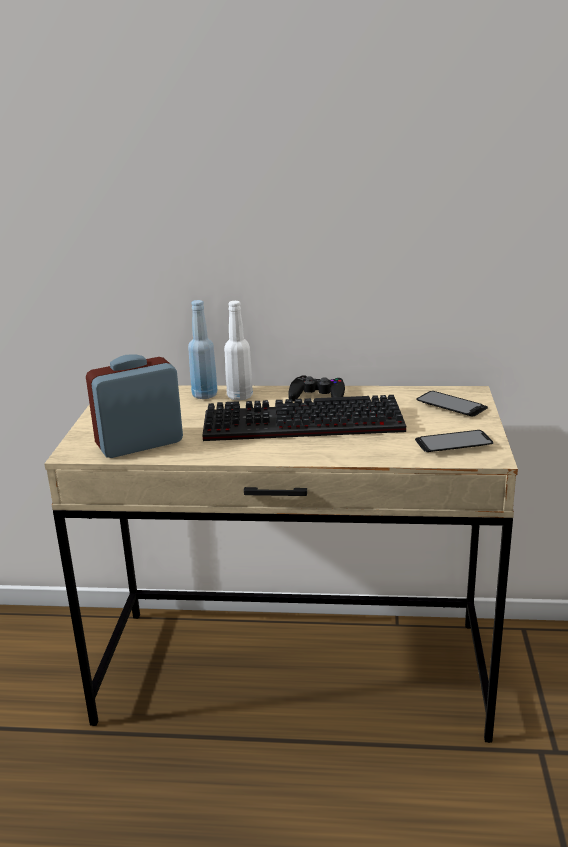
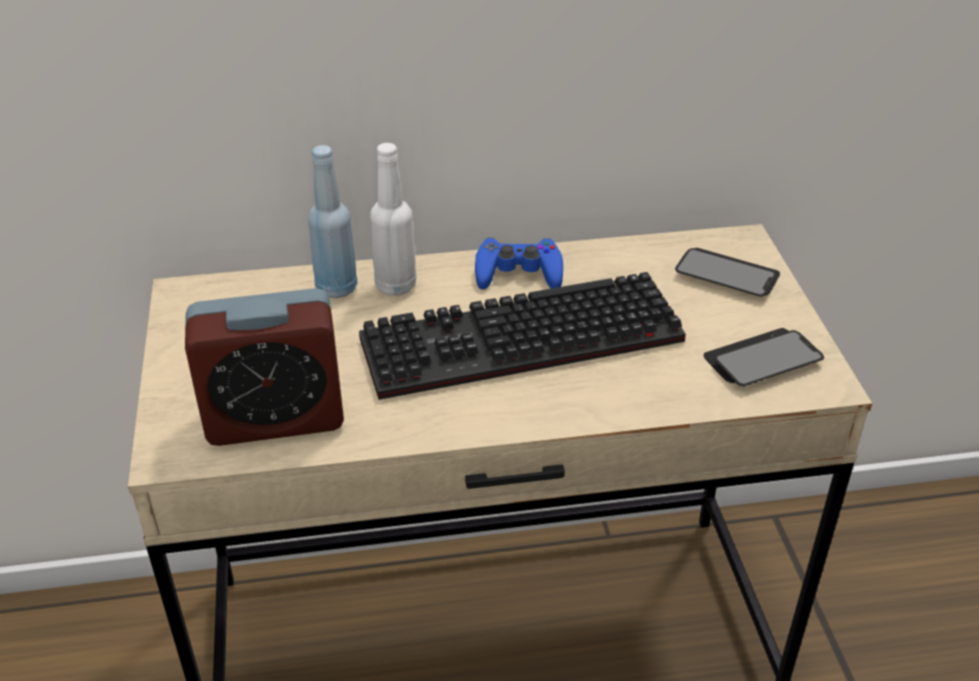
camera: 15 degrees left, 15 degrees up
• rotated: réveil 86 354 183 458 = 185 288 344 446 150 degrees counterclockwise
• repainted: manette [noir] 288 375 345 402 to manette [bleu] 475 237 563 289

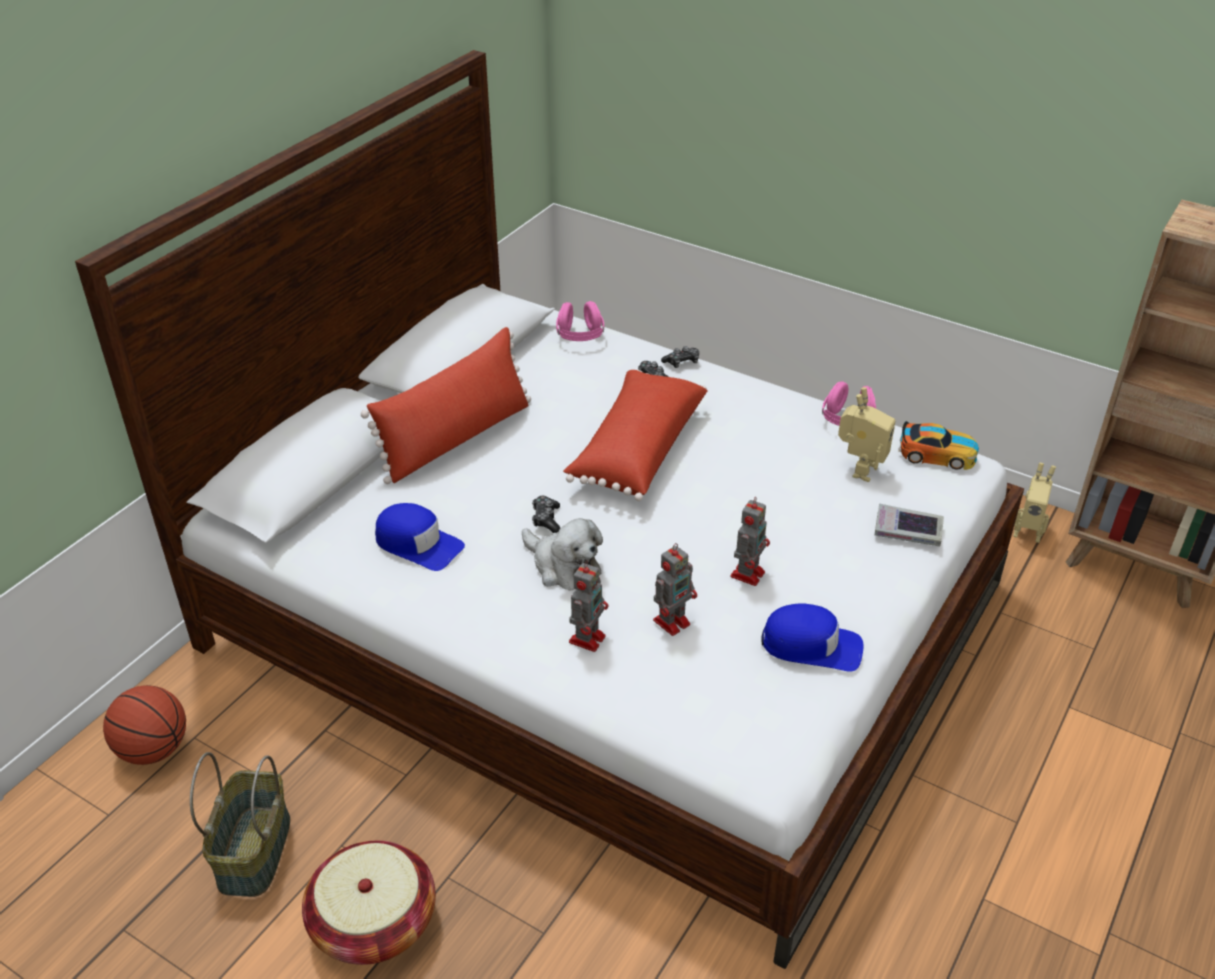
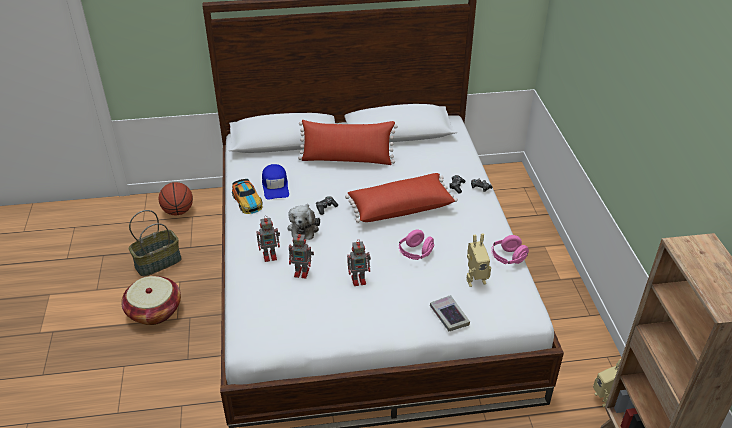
camera: 50 degrees right, 0 degrees up
• shifted: casque audio [rose] 556 301 604 341 to 399 230 434 260
• gone: casquette [bleu] 761 604 863 671
• shifted: petite voiture 898 421 979 470 to 232 179 263 214

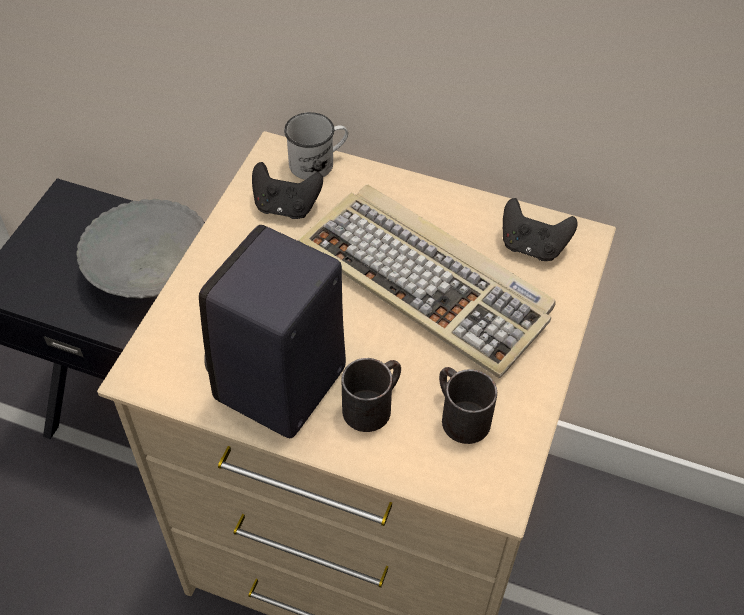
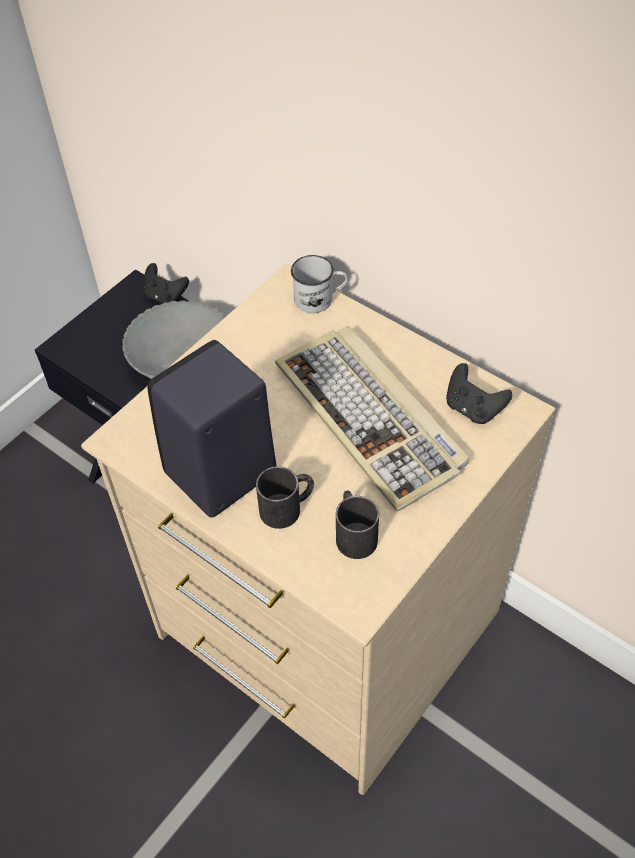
camera: 20 degrees right, 0 degrees up
• shifted: manette [noir] 252 162 323 219 to 143 263 189 304

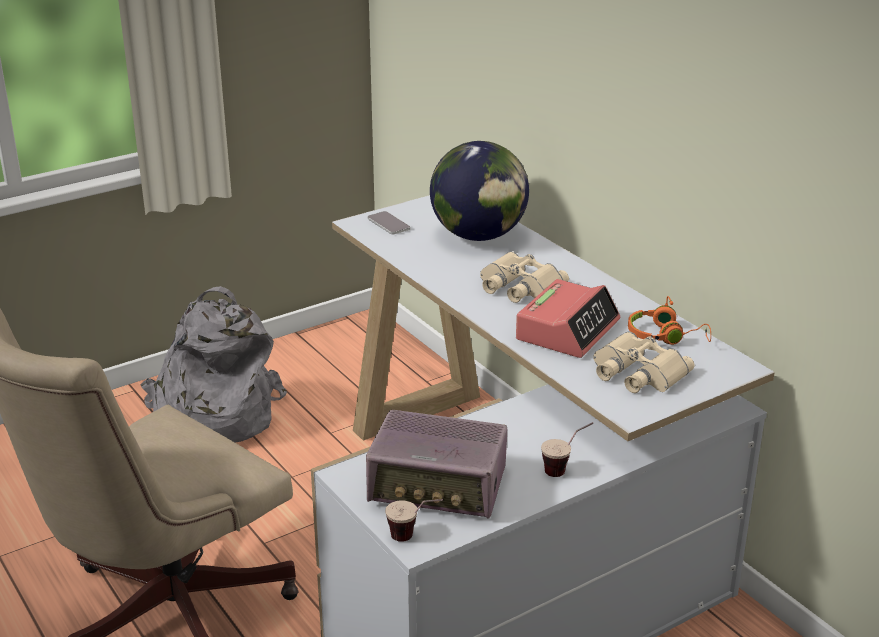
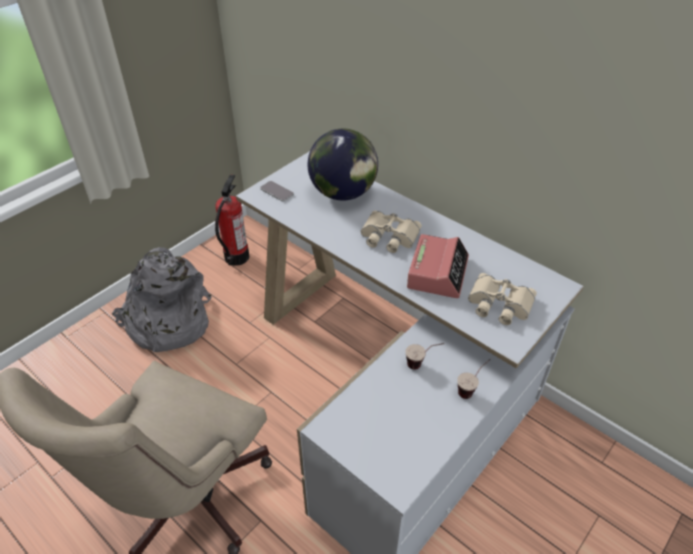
camera: 15 degrees left, 15 degrees up
• gone: radio 366 410 507 519
• shifted: tasse 385 499 443 542 to 405 343 444 370
• gone: casque audio [orange] 628 296 711 345
• new: extincteur 215 174 250 266

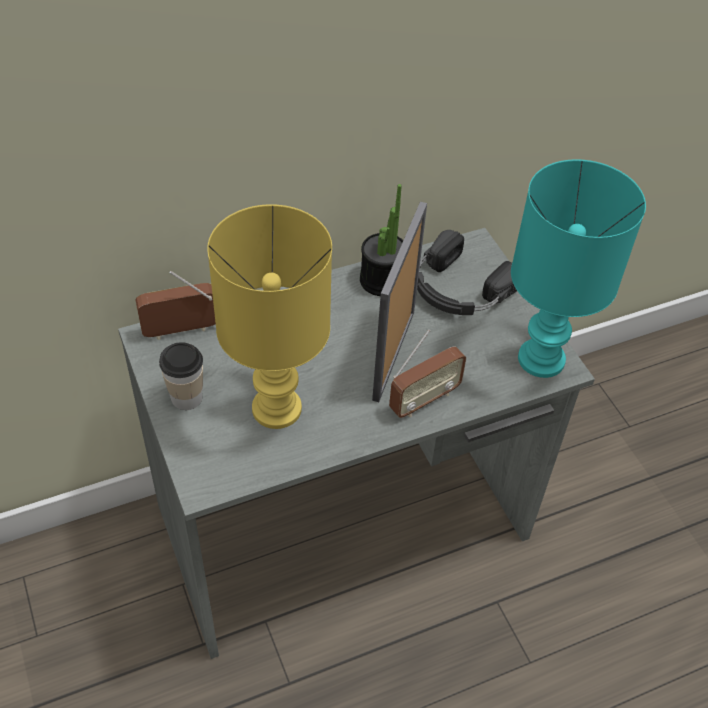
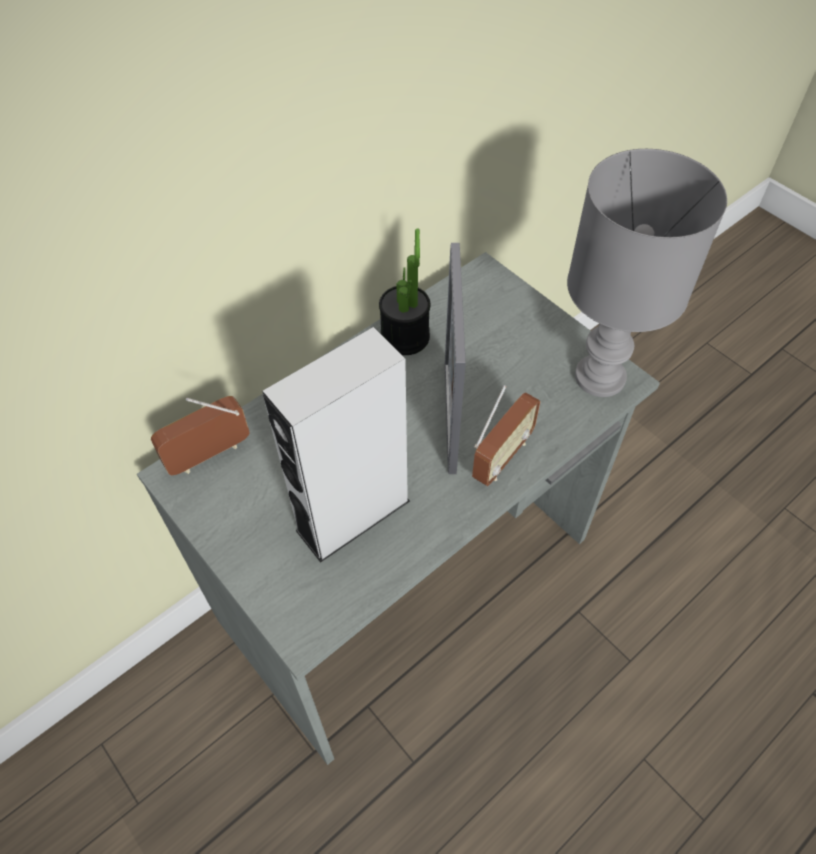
camera: 15 degrees left, 5 degrees up
• gone: tasse 159 342 203 410
• swapped: lampe de table [jaune] 207 204 332 429 to enceinte [gris] 262 327 410 563
• gone: casque audio [noir] 417 230 517 315
• repainted: lampe de table [turquoise] 511 159 646 378 to lampe de table [gris] 567 149 727 397

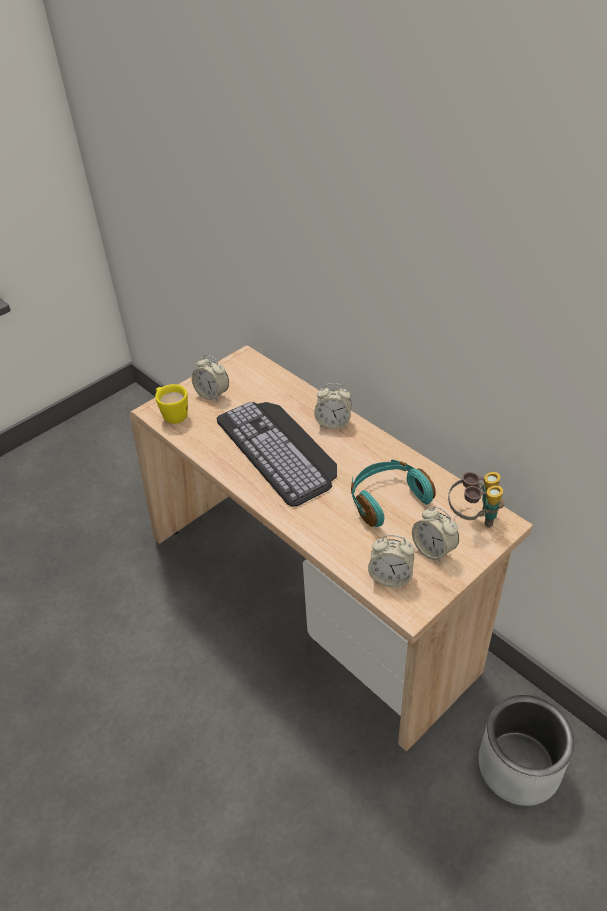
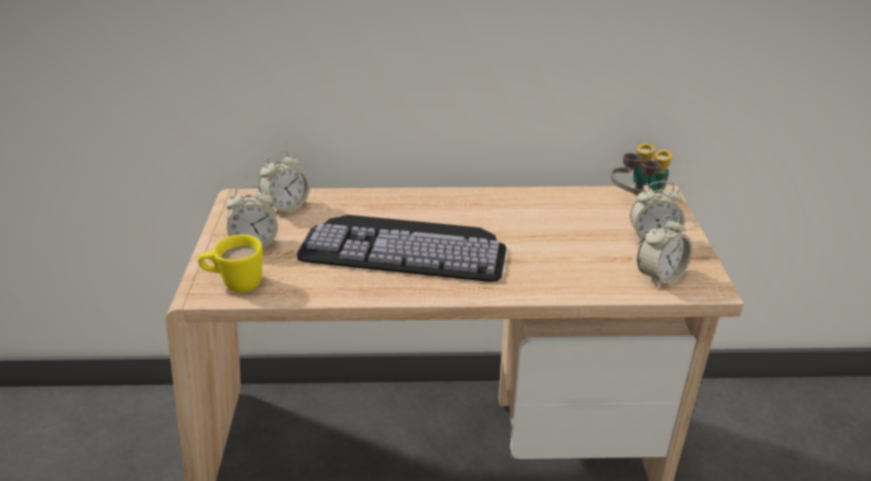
camera: 50 degrees left, 10 degrees down
• shifted: réveil 314 383 352 430 to 258 151 310 216
• gone: casque audio [turquoise] 351 459 436 527
• gone: cache-pot [gris] 479 695 574 806

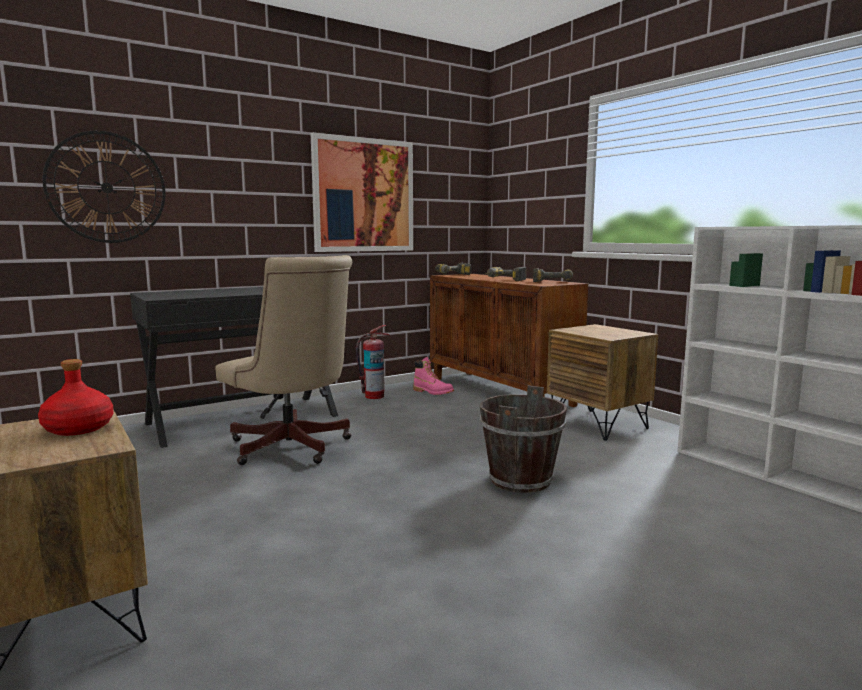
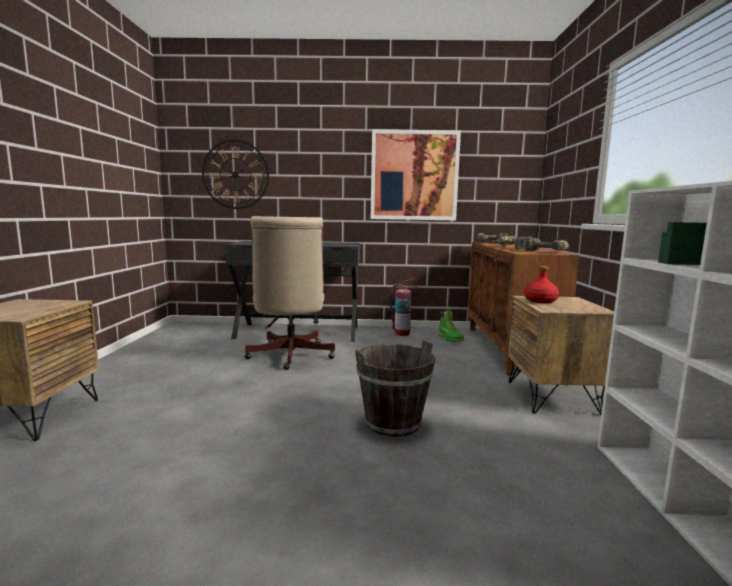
camera: 35 degrees right, 0 degrees up
• shifted: bouteille [rouge] 38 359 113 436 to 524 266 559 303
• repainted: botte [rose] 413 357 454 395 to botte [vert] 438 309 464 342

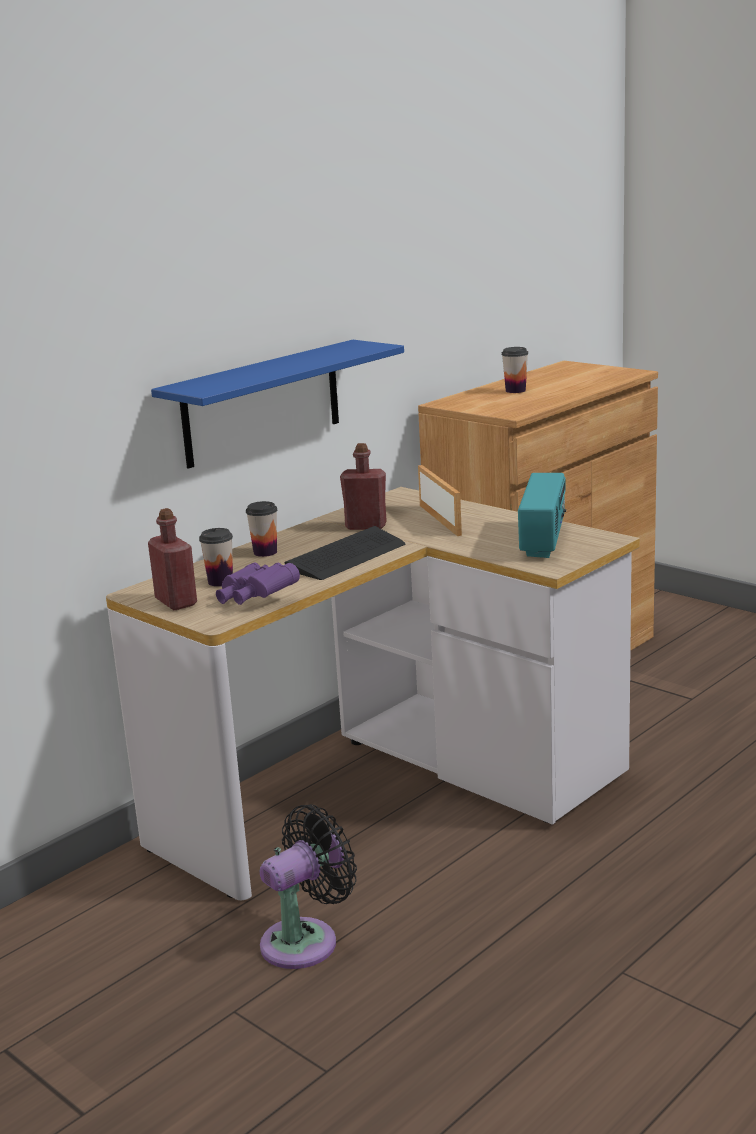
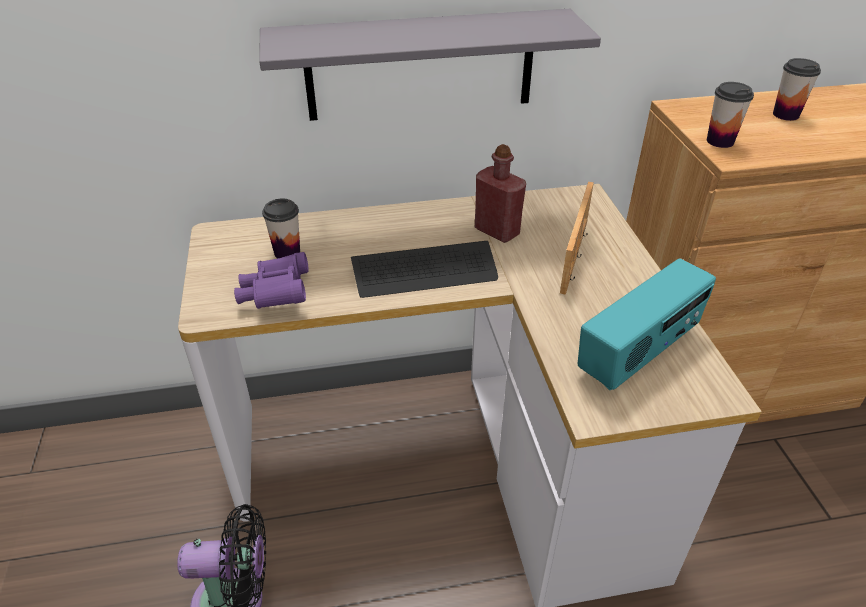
camera: 35 degrees right, 20 degrees up
• gone: bouteille [rouge] 148 508 197 610
• repainted: étagère [bleu] 151 340 404 469 to étagère [gris] 259 9 601 121
• shifted: tasse 246 501 277 557 to 707 82 754 148

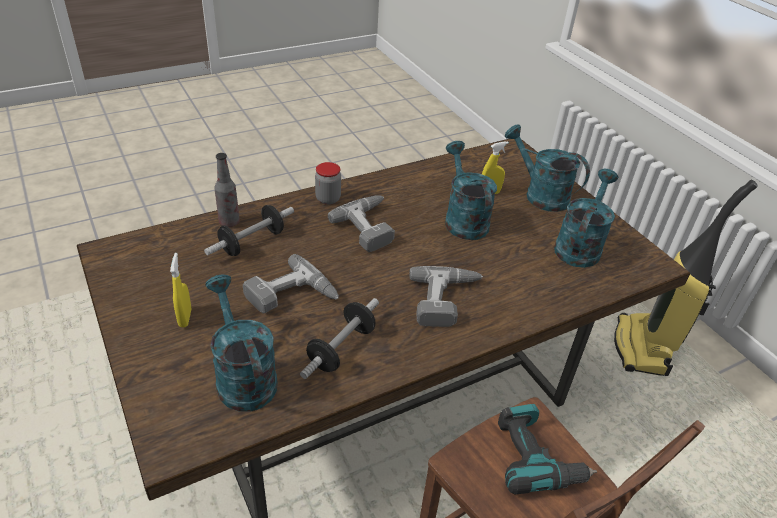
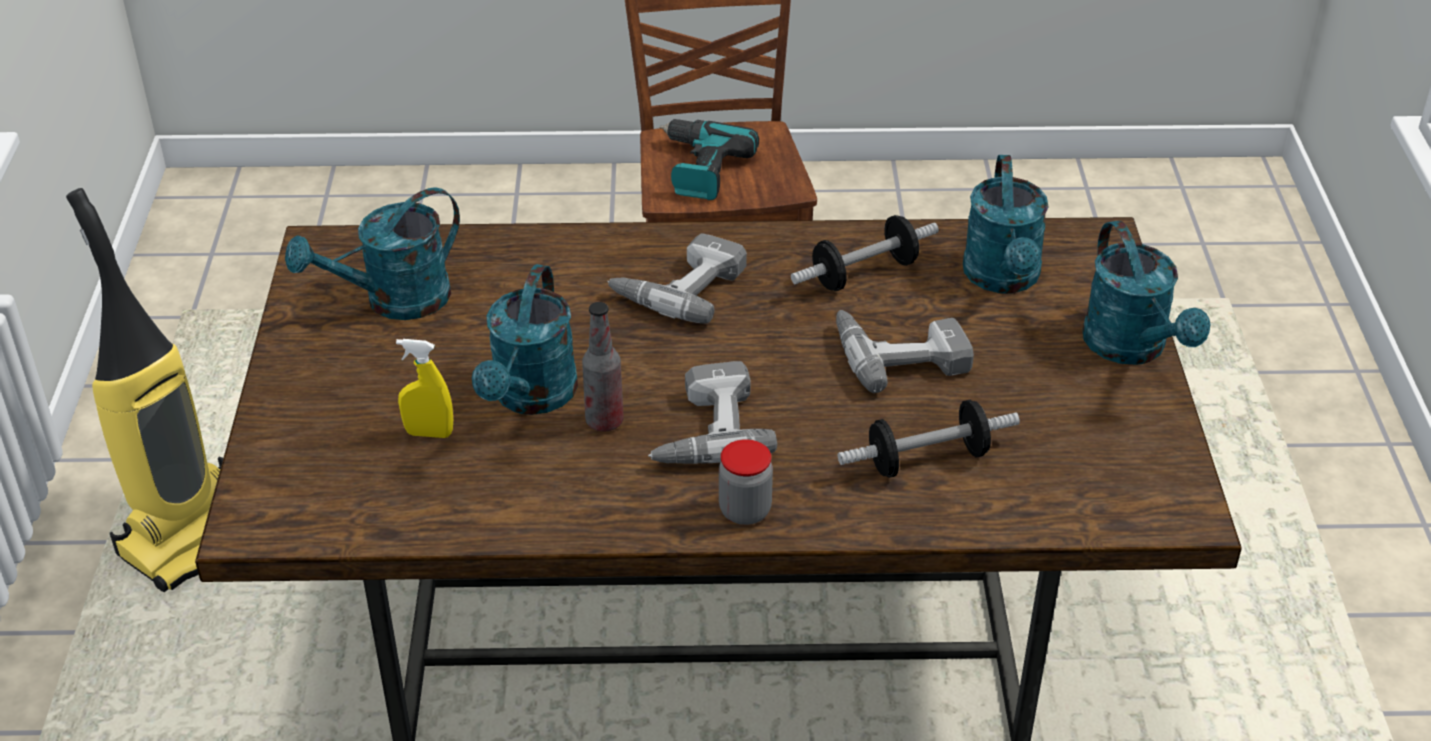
camera: 150 degrees left, 0 degrees up
• gone: vaporisateur [jaune] 170 253 191 328
• shifted: bouteille 214 153 240 227 to 582 302 624 431
• shifted: arrosoir [turquoise] 504 124 590 212 to 1082 221 1211 365

